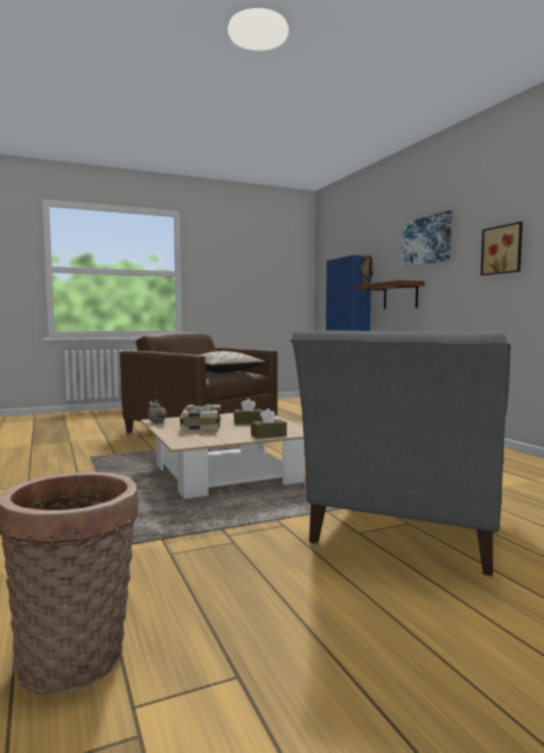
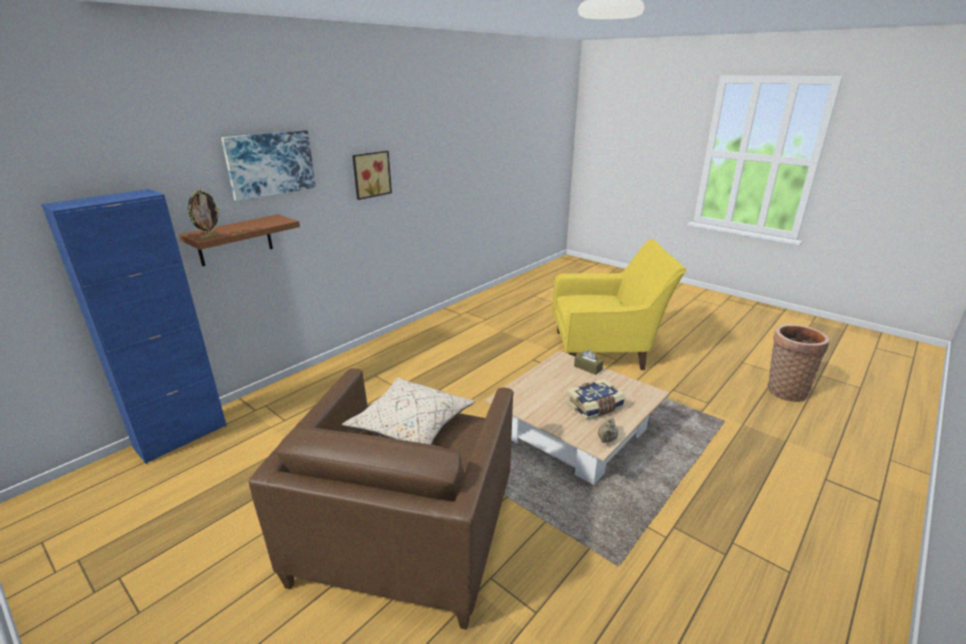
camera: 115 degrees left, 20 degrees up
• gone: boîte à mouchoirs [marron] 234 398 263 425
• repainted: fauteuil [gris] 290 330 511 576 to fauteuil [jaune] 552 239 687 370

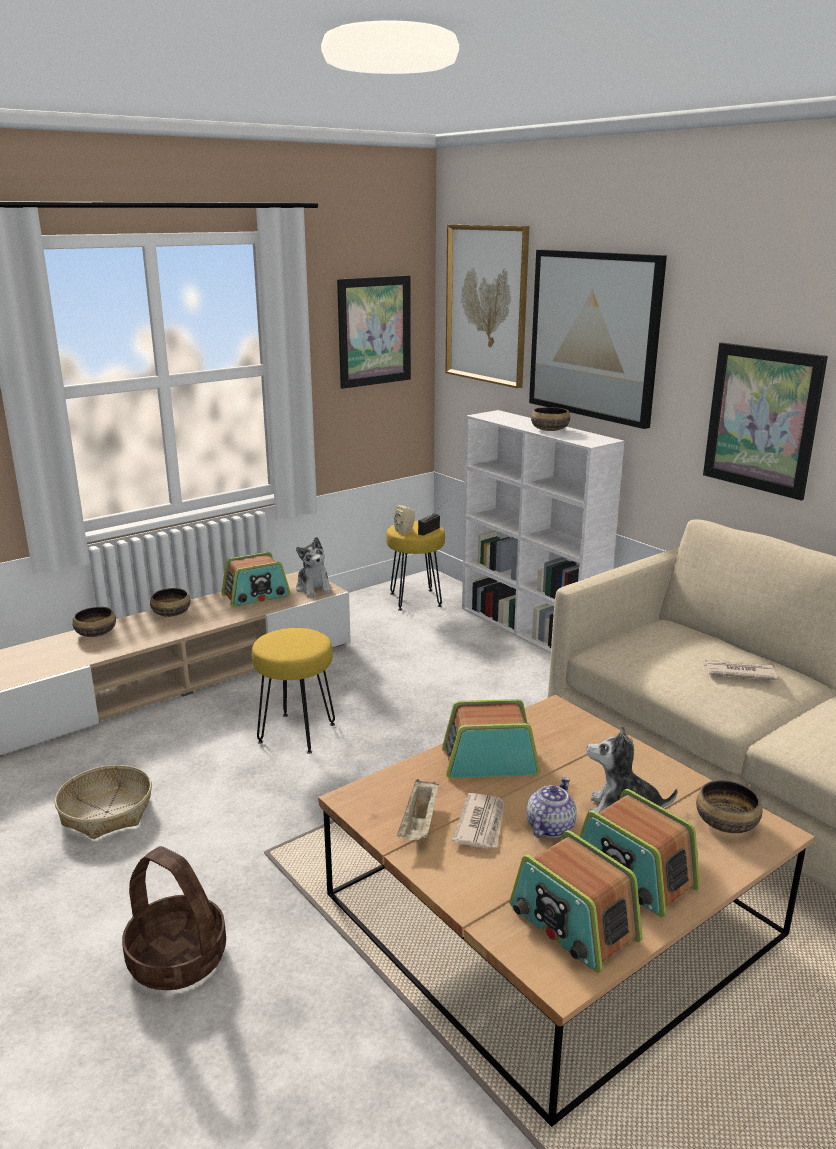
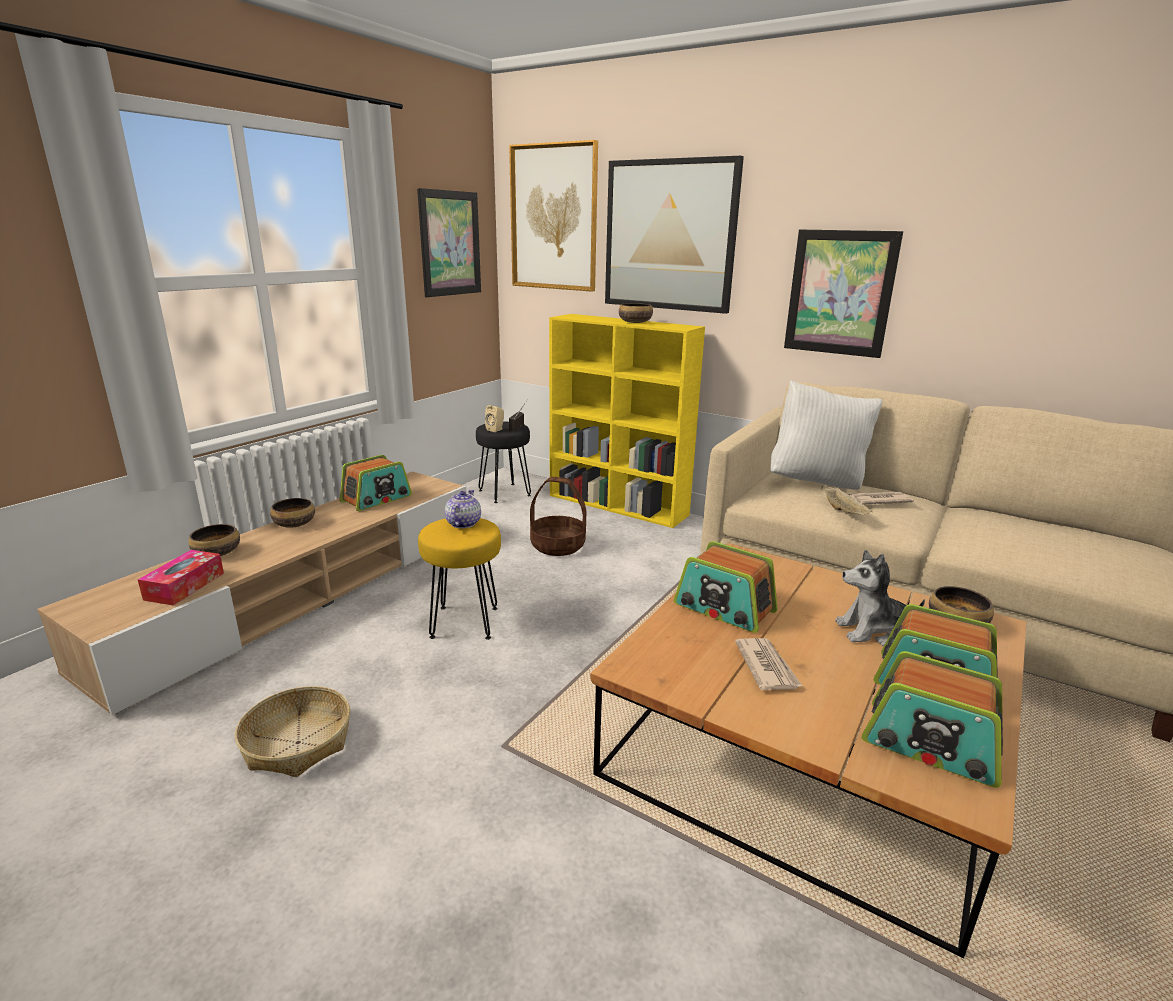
camera: 20 degrees left, 0 degrees up
• shifted: panier 122 846 226 990 to 530 477 586 556
• gone: peluche 296 537 333 598
• repainted: tabouret [jaune] 386 521 445 611 to tabouret [noir] 476 422 531 503
• shifted: plateau [beige] 397 779 439 840 to 821 486 873 515
• rotated: radio 442 699 540 778 = 674 541 778 633 120 degrees counterclockwise
• repainted: bibliothèque [blanc] 462 410 624 654 to bibliothèque [jaune] 549 314 705 528
• shifted: théière 527 777 577 838 to 445 490 481 528
• new: boîte à mouchoirs 138 550 224 605
• new: coussin [blanc] 770 380 883 490

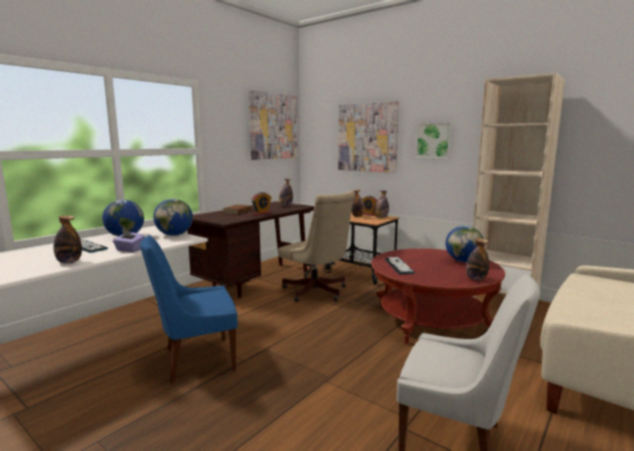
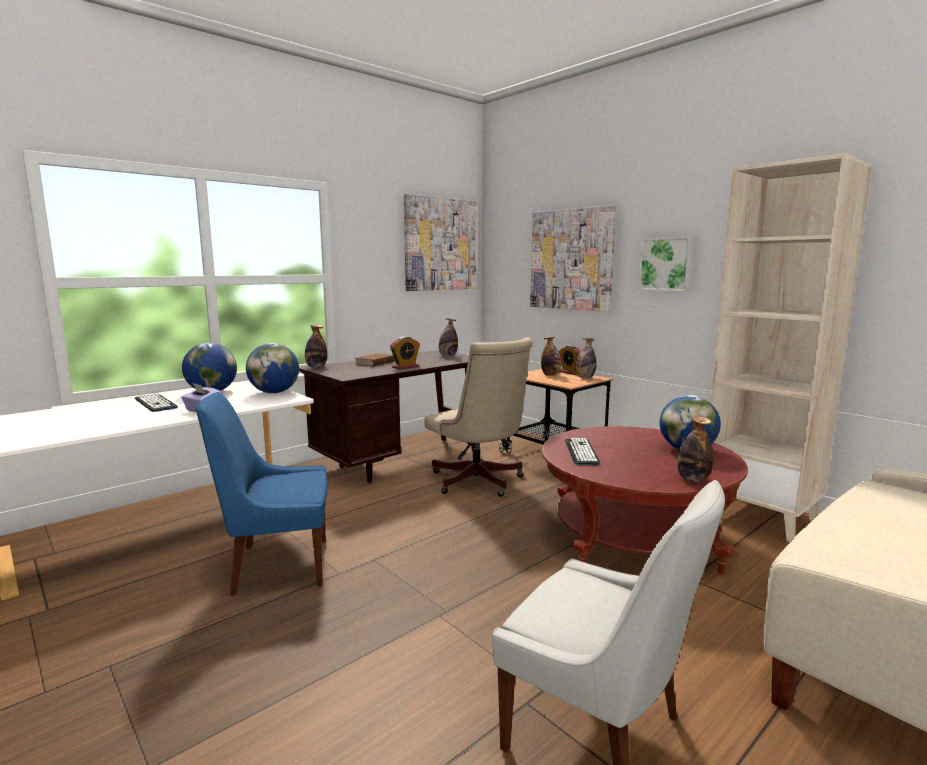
camera: 10 degrees right, 0 degrees up
• shifted: bouteille 53 215 82 263 to 305 325 327 368

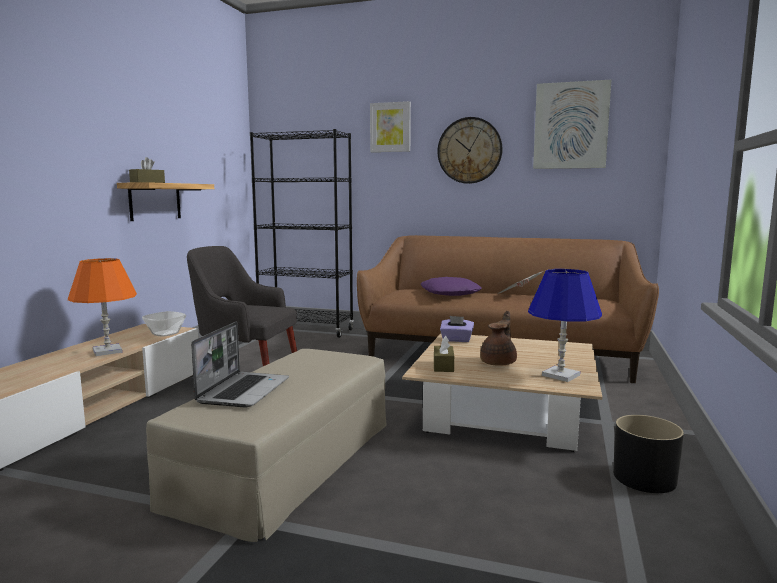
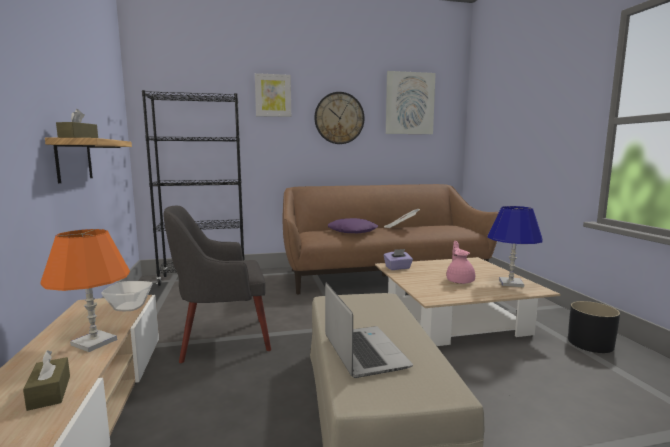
camera: 30 degrees left, 0 degrees up
• shifted: boîte à mouchoirs [marron] 434 336 454 372 to 23 350 70 411
• repainted: théière [marron] 480 311 517 365 to théière [rose] 446 241 475 284

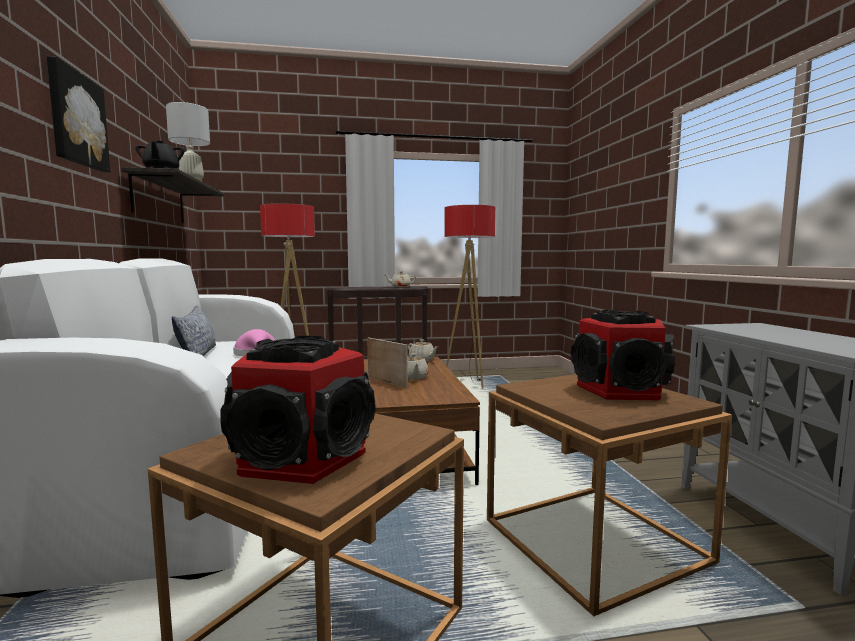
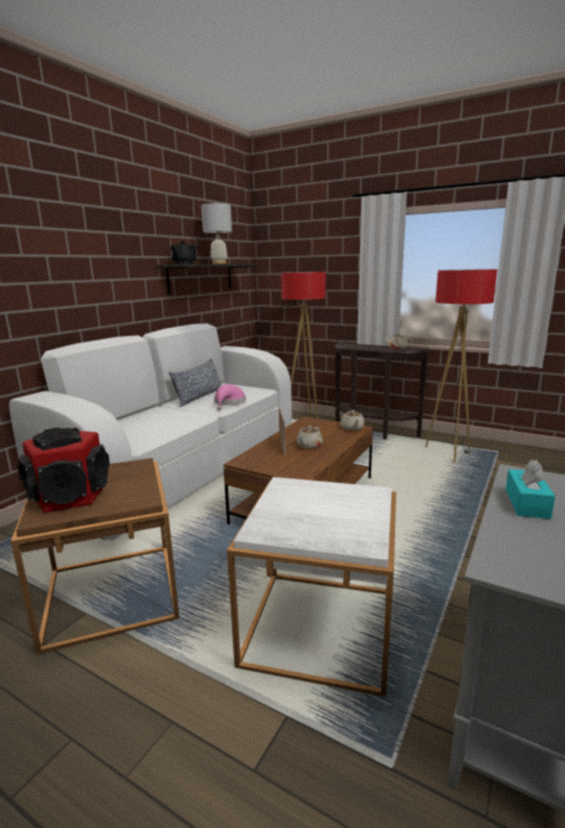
camera: 40 degrees right, 10 degrees up
• gone: tableau 46 56 110 173
• repainted: table d'appoint [marron] 487 374 732 616 to table d'appoint [blanc] 227 477 396 697
• gone: enceinte 571 310 675 400
• new: boîte à mouchoirs [turquoise] 506 459 555 519

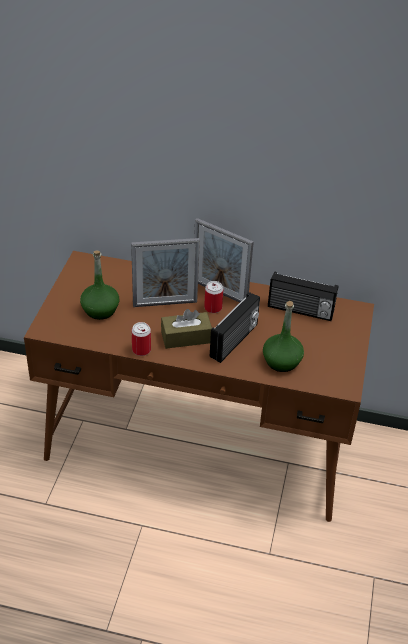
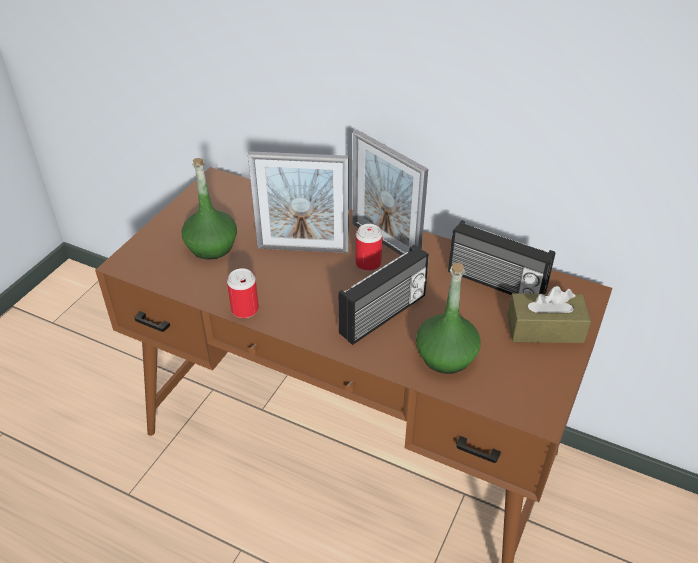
camera: 15 degrees right, 0 degrees up
• shifted: boîte à mouchoirs [marron] 161 309 212 349 to 507 286 591 343

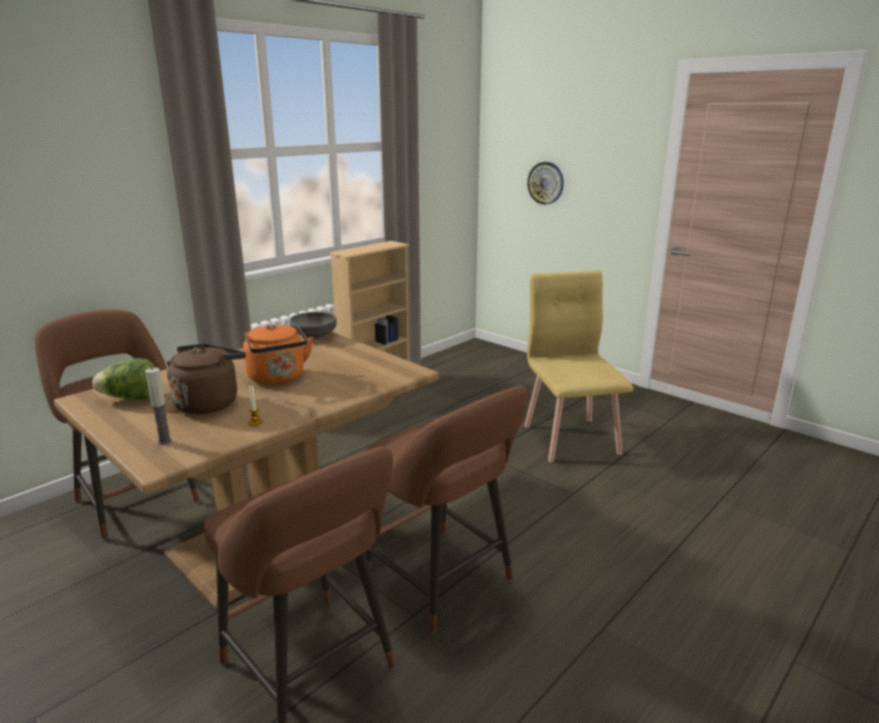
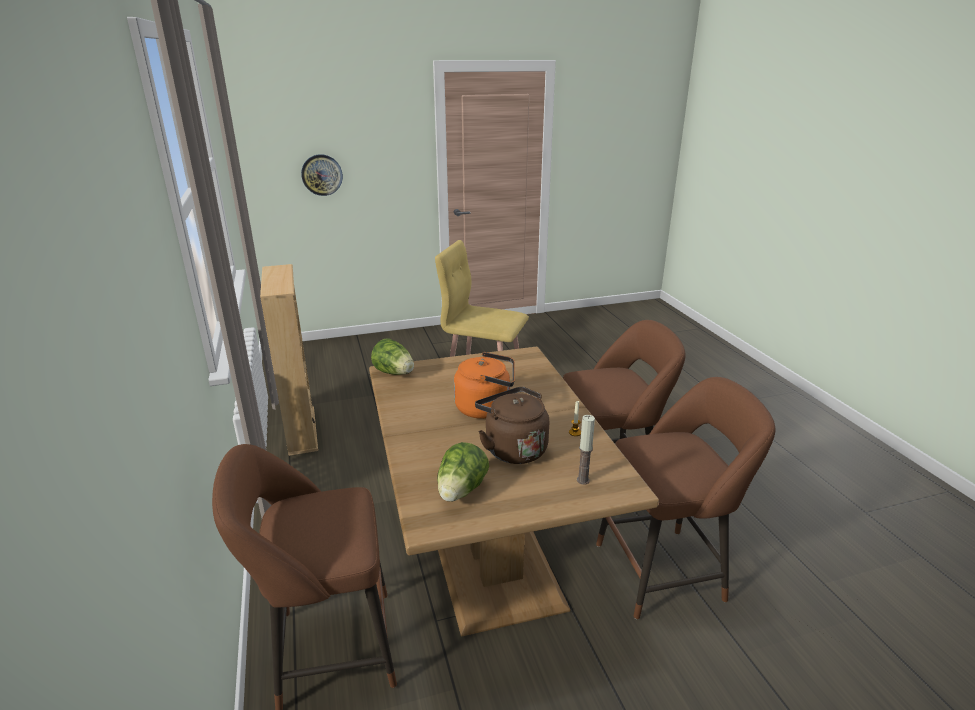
camera: 60 degrees left, 5 degrees up
• swapped: bol [gris] 290 312 337 339 to laitue 371 338 414 375

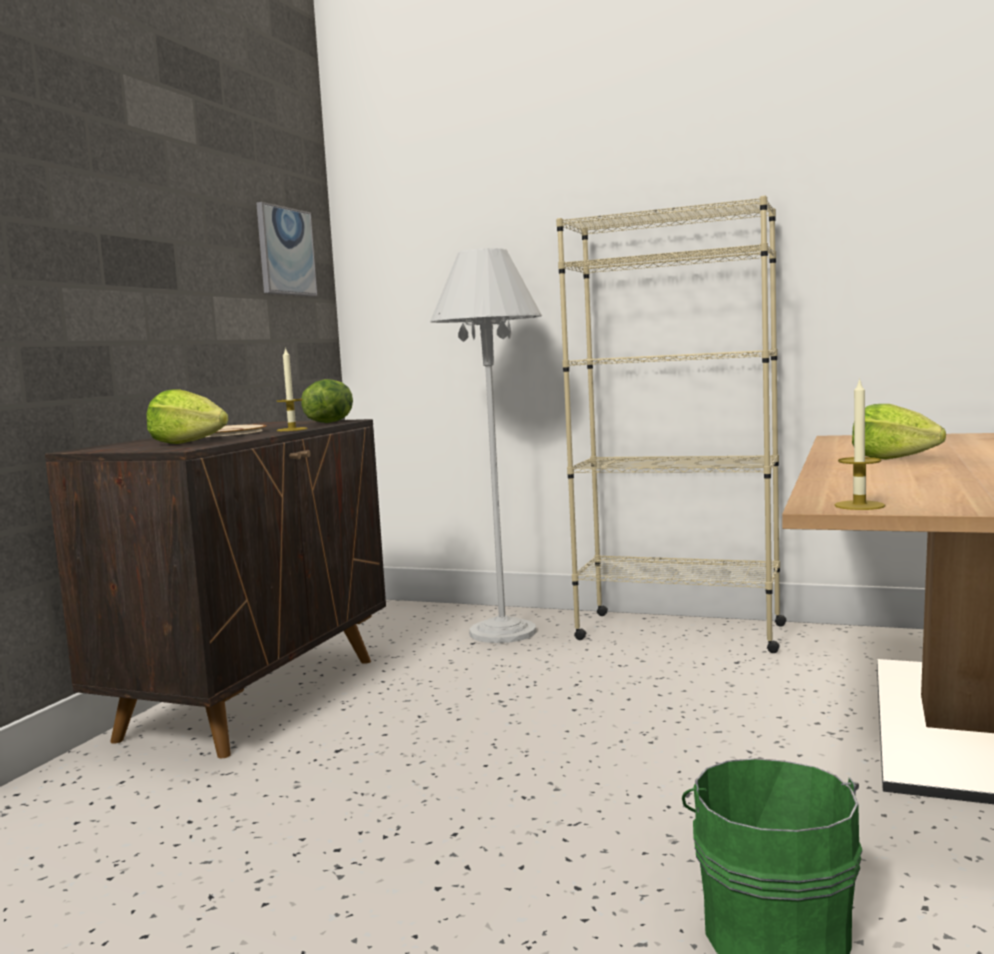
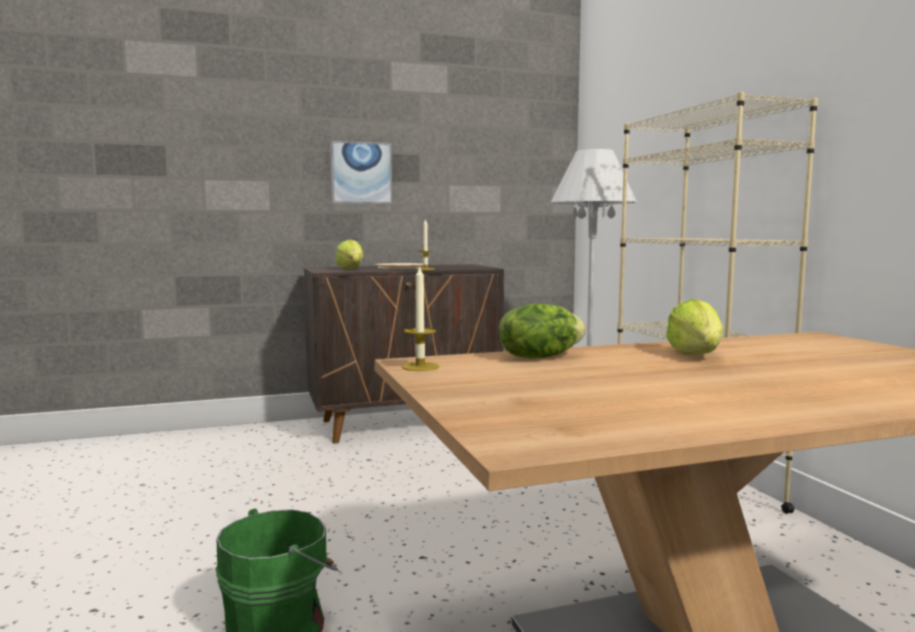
camera: 50 degrees right, 0 degrees up
• shifted: tableau 256 202 317 296 to 330 141 392 204
• shifted: laitue 301 379 353 423 to 499 303 586 358

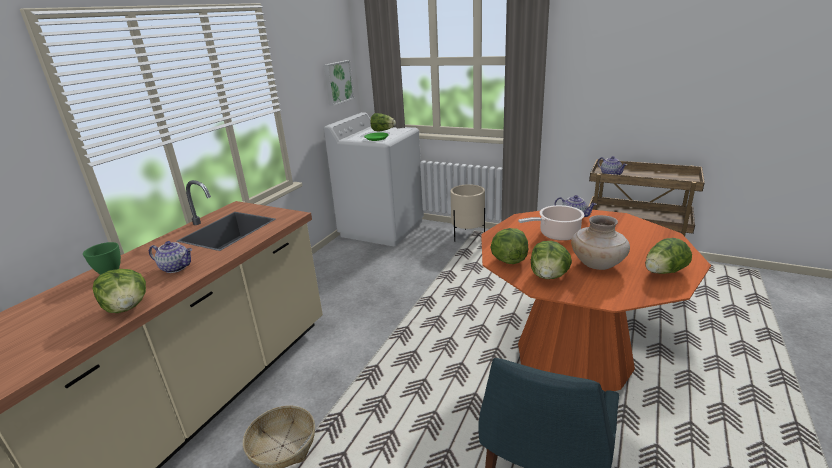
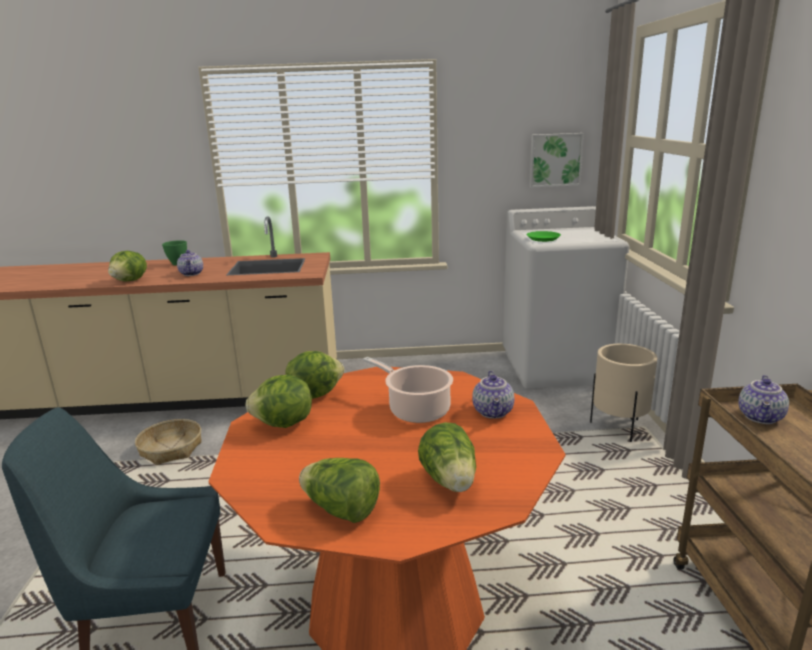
camera: 60 degrees right, 5 degrees down
• shifted: laitue 370 113 396 131 to 418 422 476 492
• gone: vase [beige] 571 215 630 270

